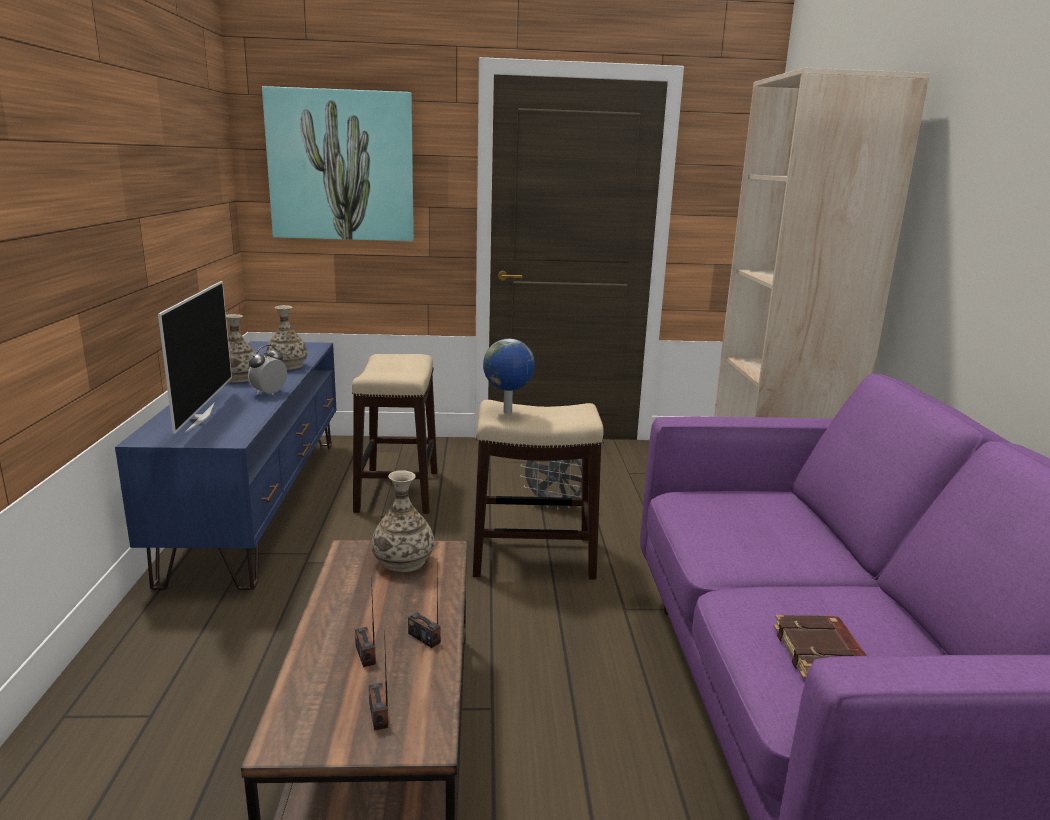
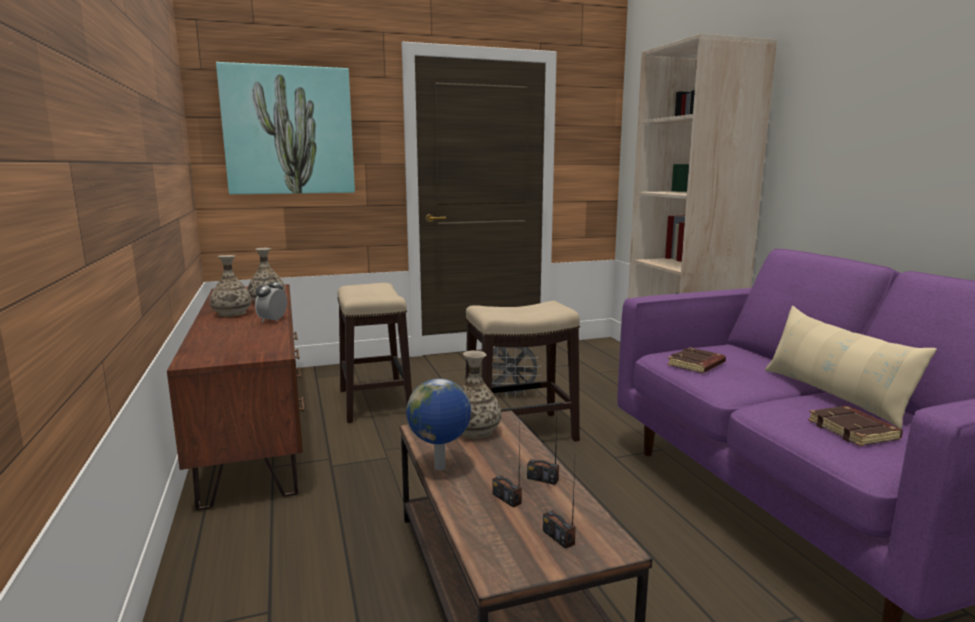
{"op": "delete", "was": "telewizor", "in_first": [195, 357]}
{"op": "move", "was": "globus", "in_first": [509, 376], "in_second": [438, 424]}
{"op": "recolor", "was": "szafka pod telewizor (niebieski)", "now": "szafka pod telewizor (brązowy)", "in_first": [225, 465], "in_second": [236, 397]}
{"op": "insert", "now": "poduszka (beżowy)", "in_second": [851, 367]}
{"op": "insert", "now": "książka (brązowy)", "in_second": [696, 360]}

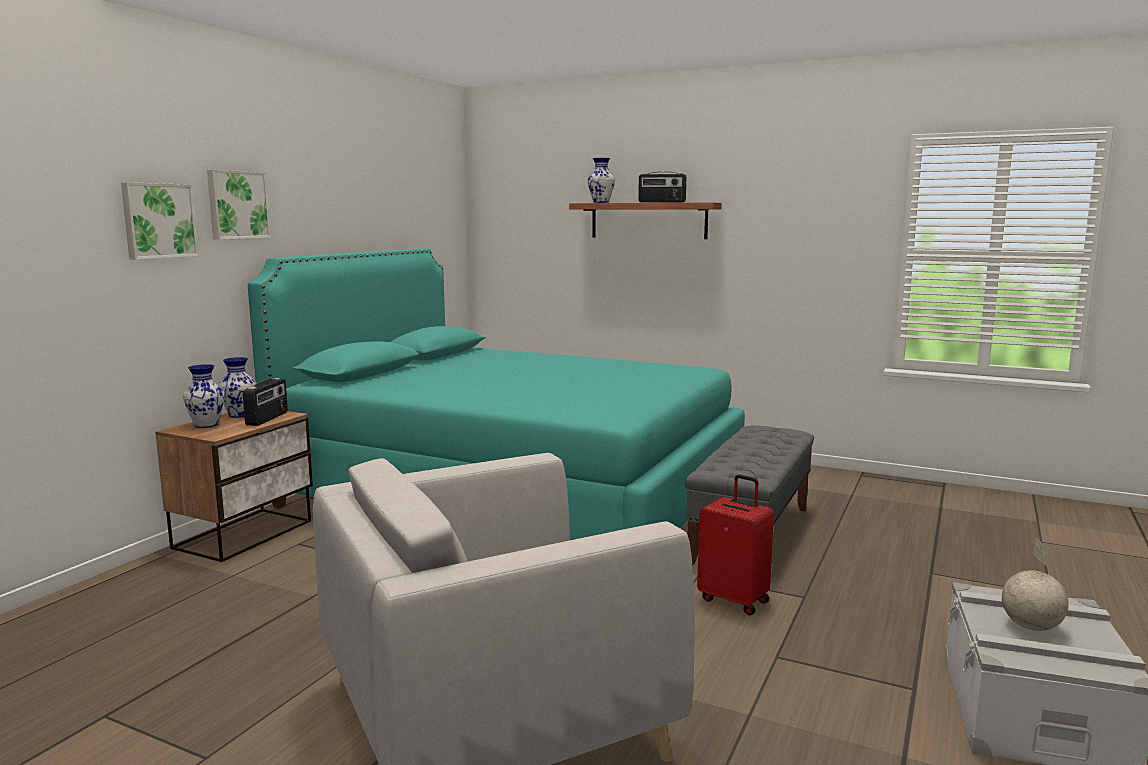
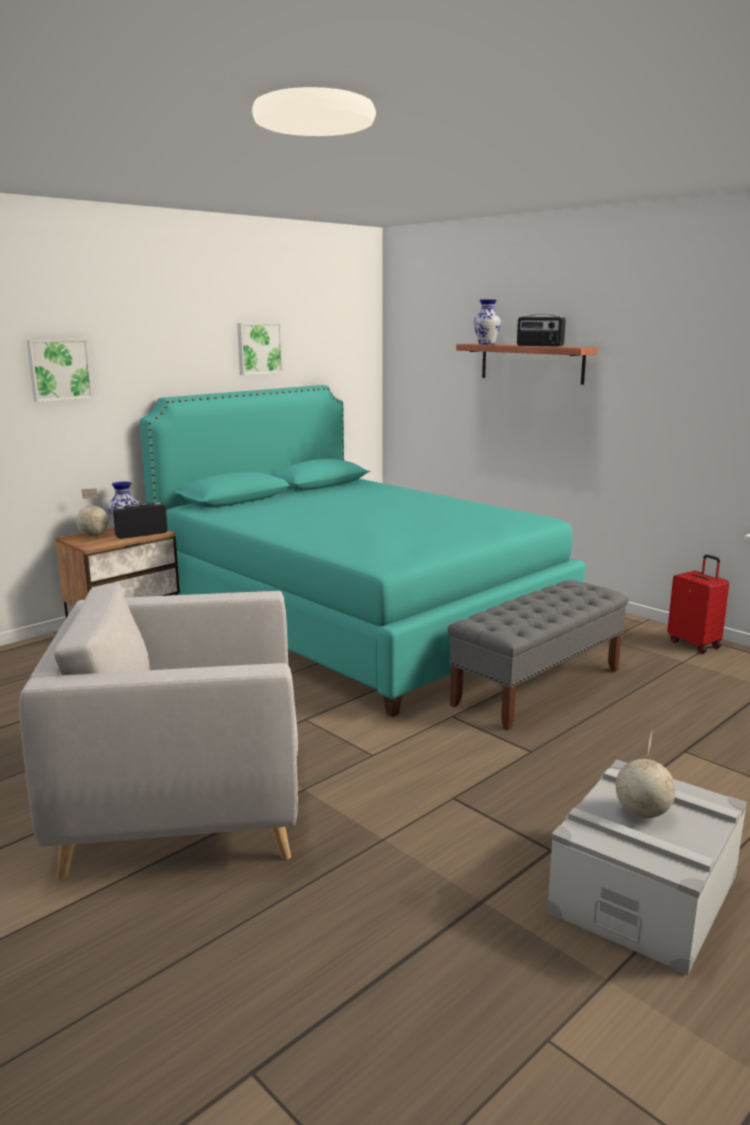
{"op": "move", "was": "obraz", "in_first": [239, 204], "in_second": [260, 349]}
{"op": "replace", "was": "wazon", "now": "globus", "in_first": [204, 396], "in_second": [92, 512]}
{"op": "rotate", "was": "radio", "in_first": [265, 402], "in_second": [140, 521], "clockwise": -150}
{"op": "move", "was": "walizka (czerwony)", "in_first": [735, 544], "in_second": [698, 604]}

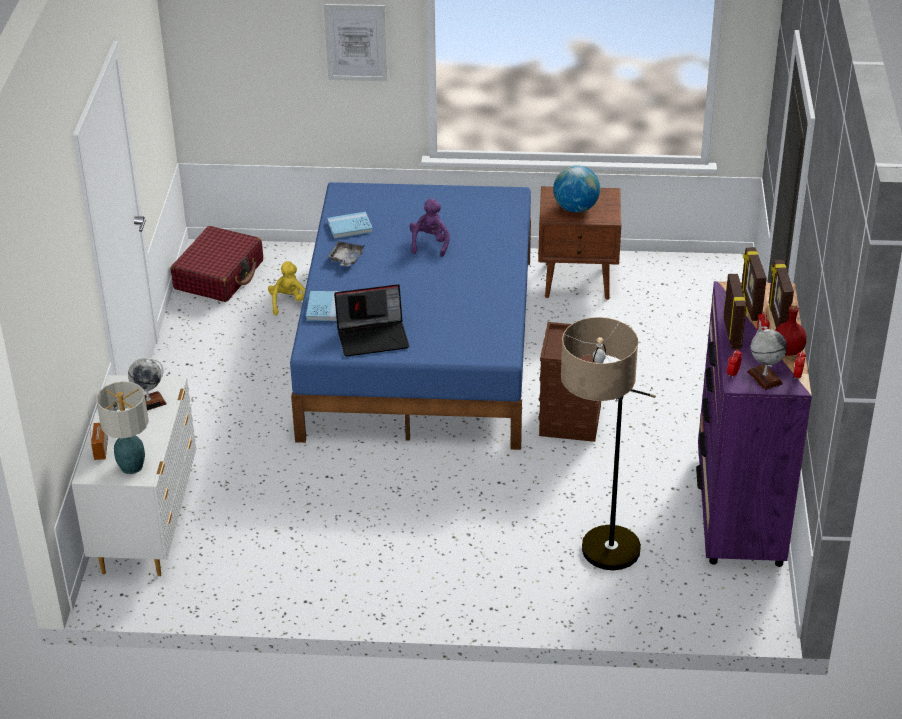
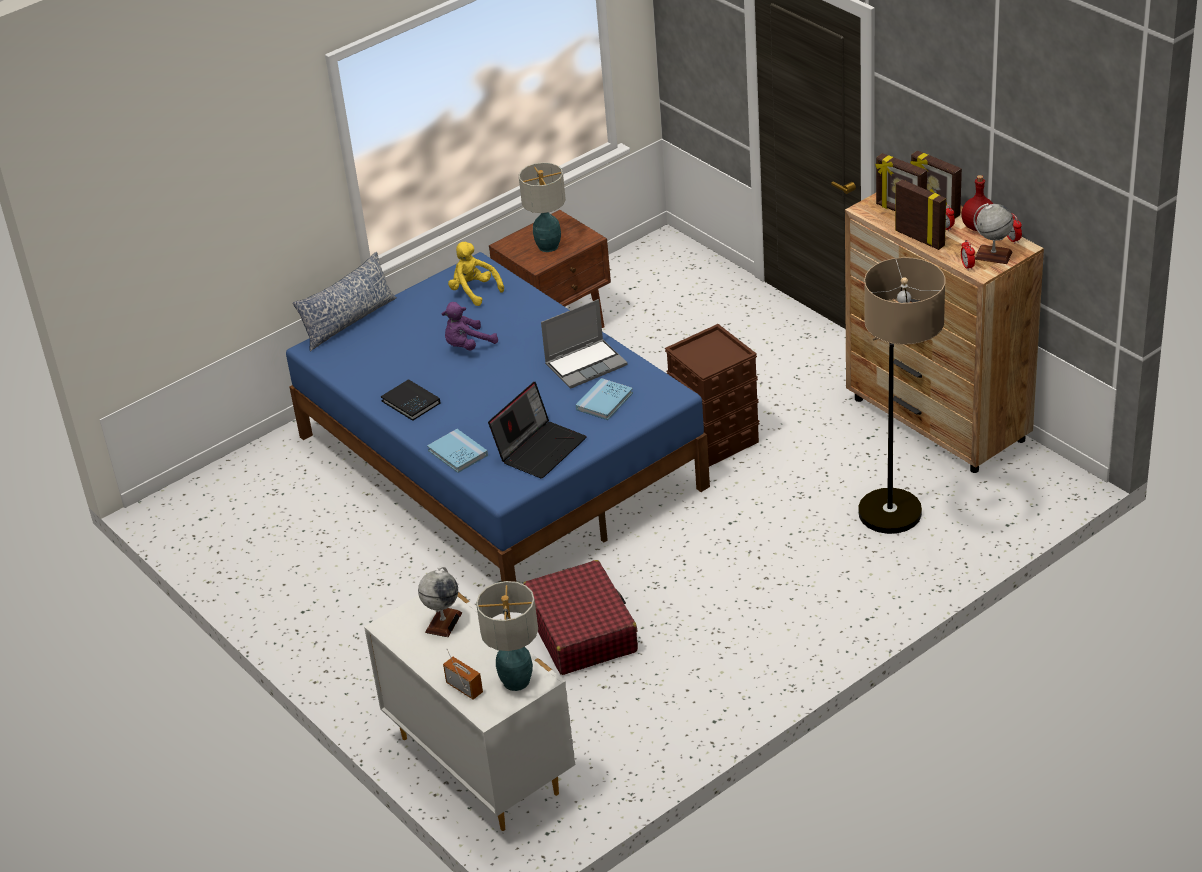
{"op": "delete", "was": "obraz", "in_first": [356, 42]}
{"op": "replace", "was": "globus", "now": "lampa stołowa", "in_first": [576, 189], "in_second": [542, 207]}
{"op": "rotate", "was": "pluszak (fioletowy)", "in_first": [430, 228], "in_second": [470, 326], "clockwise": -90}
{"op": "move", "was": "książka (niebieski)", "in_first": [350, 225], "in_second": [604, 399]}
{"op": "move", "was": "walizka (czerwony)", "in_first": [217, 264], "in_second": [580, 617]}
{"op": "replace", "was": "taca (szary)", "now": "książka (czarny)", "in_first": [346, 253], "in_second": [410, 400]}
{"op": "move", "was": "pluszak (żółty)", "in_first": [286, 288], "in_second": [476, 274]}
{"op": "recolor", "was": "komoda (fioletowy)", "now": "komoda (brązowy)", "in_first": [754, 424], "in_second": [944, 333]}
{"op": "insert", "now": "poduszka", "in_second": [345, 301]}
{"op": "insert", "now": "laptop", "in_second": [584, 343]}

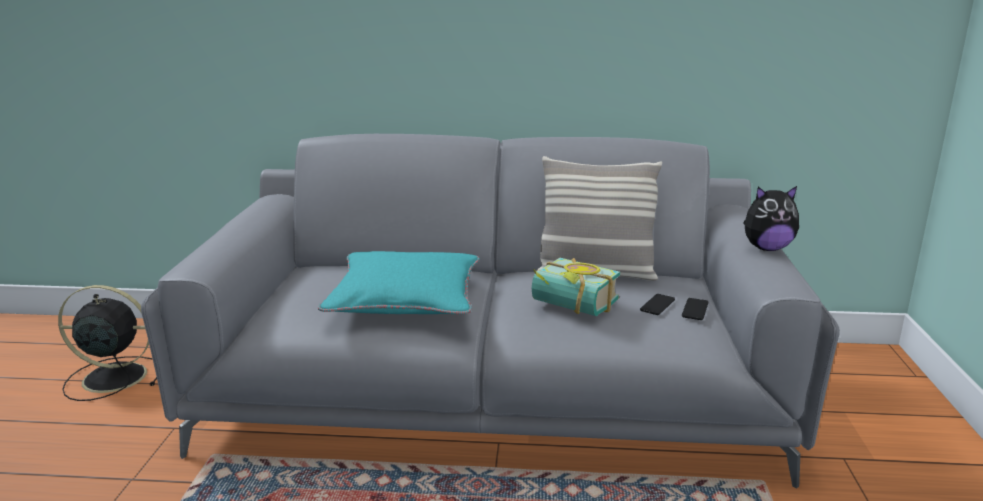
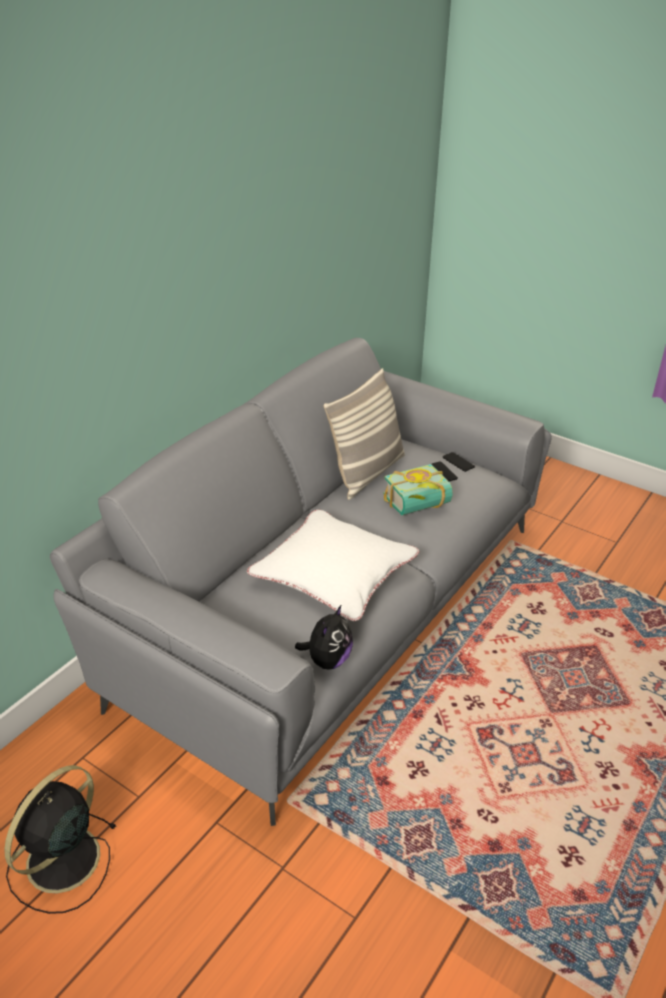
{"op": "move", "was": "pluszak", "in_first": [771, 218], "in_second": [324, 637]}
{"op": "recolor", "was": "poduszka (turkusowy)", "now": "poduszka (biały)", "in_first": [398, 282], "in_second": [333, 565]}

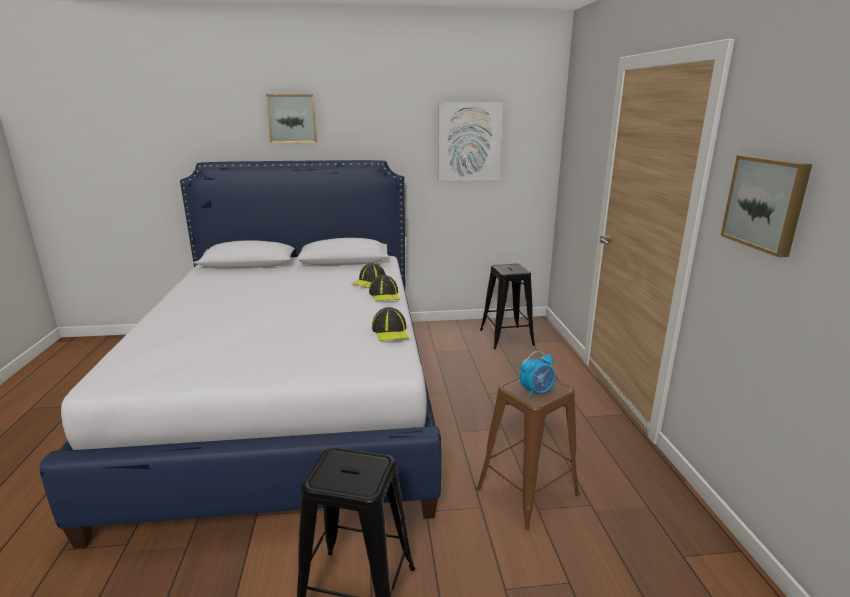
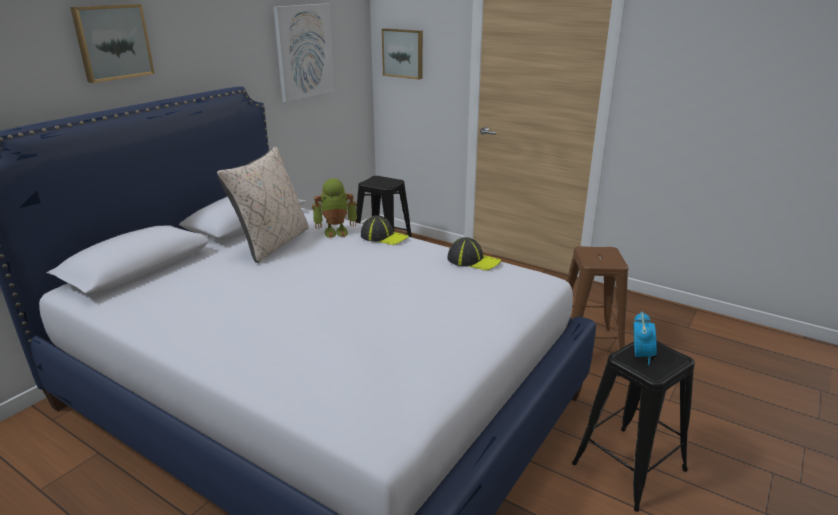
{"op": "move", "was": "obraz", "in_first": [766, 206], "in_second": [402, 54]}
{"op": "replace", "was": "czapka z daszkiem", "now": "robot zabawkowy", "in_first": [369, 275], "in_second": [334, 208]}
{"op": "move", "was": "budzik", "in_first": [537, 374], "in_second": [645, 338]}
{"op": "insert", "now": "poduszka (beżowy)", "in_second": [263, 205]}

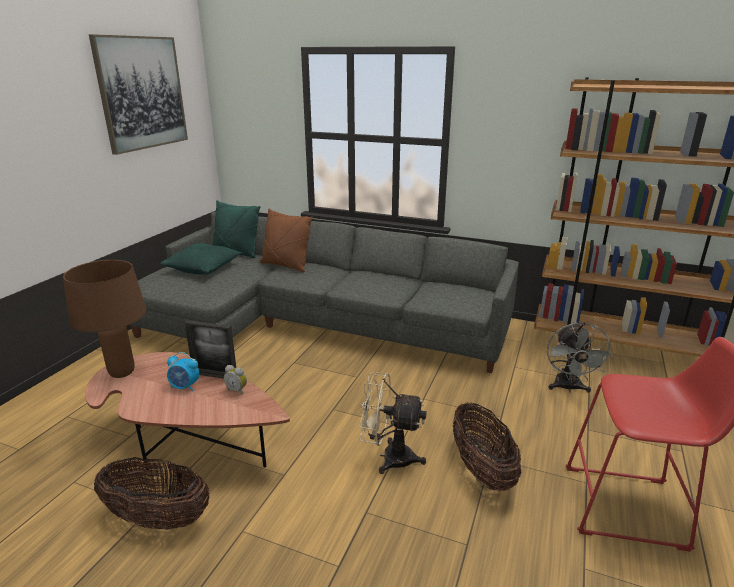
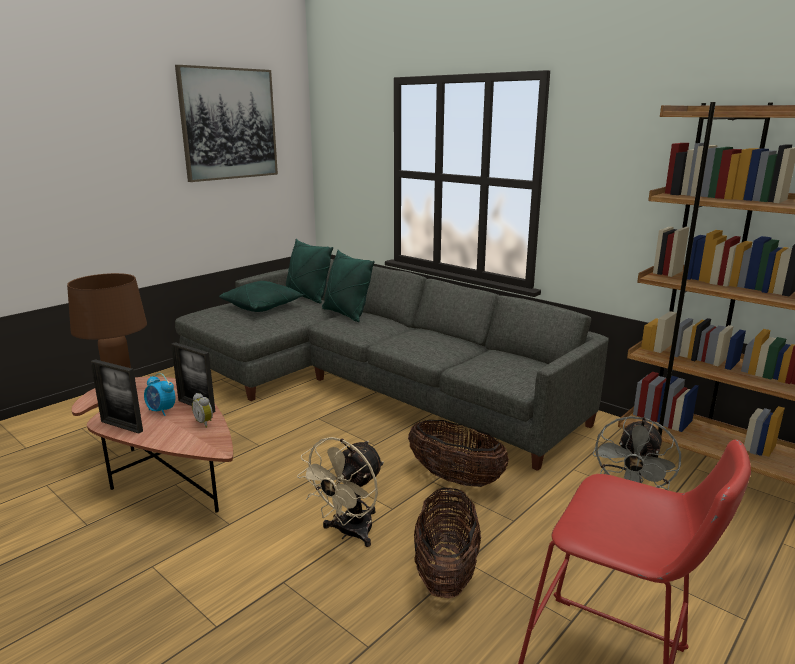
{"op": "recolor", "was": "poduszka (brązowy)", "now": "poduszka (zielony)", "in_first": [286, 240], "in_second": [348, 286]}
{"op": "rotate", "was": "wentylator (beżowy)", "in_first": [392, 423], "in_second": [340, 492], "clockwise": -90}
{"op": "move", "was": "koszyk", "in_first": [152, 493], "in_second": [458, 453]}
{"op": "insert", "now": "ramka na zdjęcie", "in_second": [116, 396]}

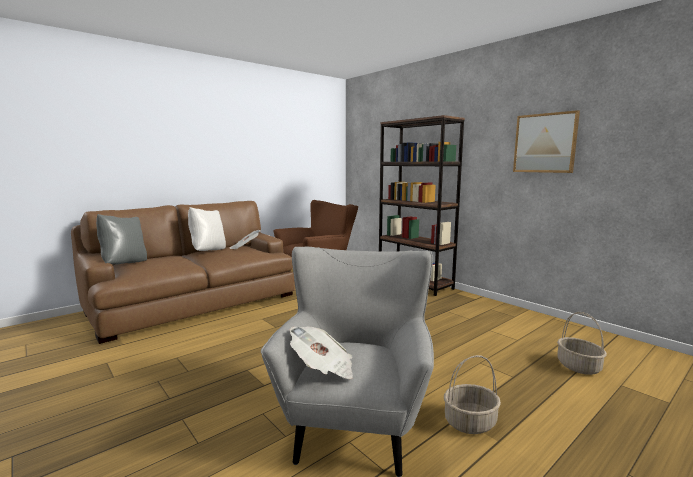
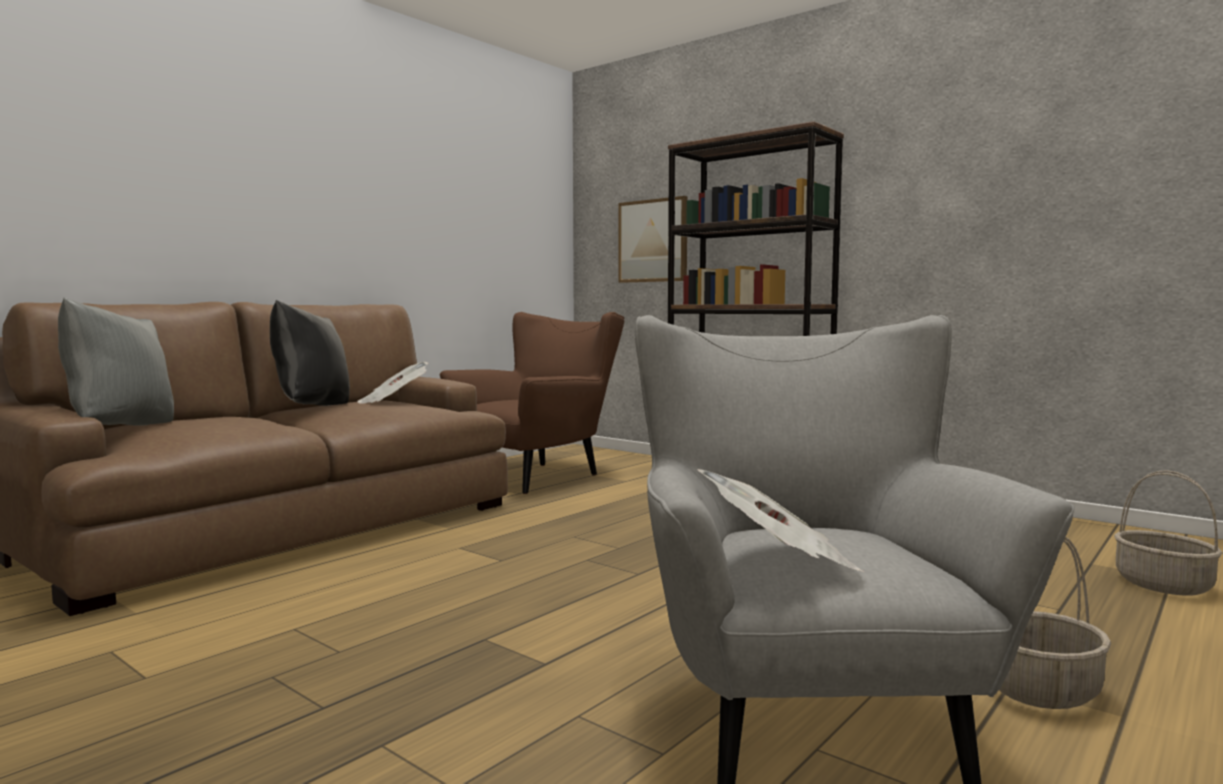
{"op": "move", "was": "obraz", "in_first": [546, 141], "in_second": [653, 239]}
{"op": "recolor", "was": "poduszka (biały)", "now": "poduszka (czarny)", "in_first": [207, 229], "in_second": [310, 353]}

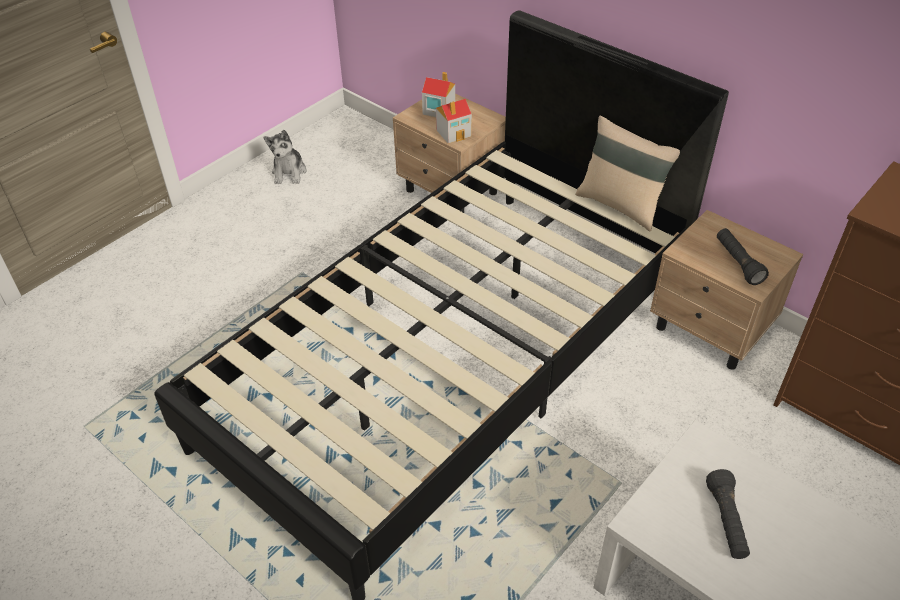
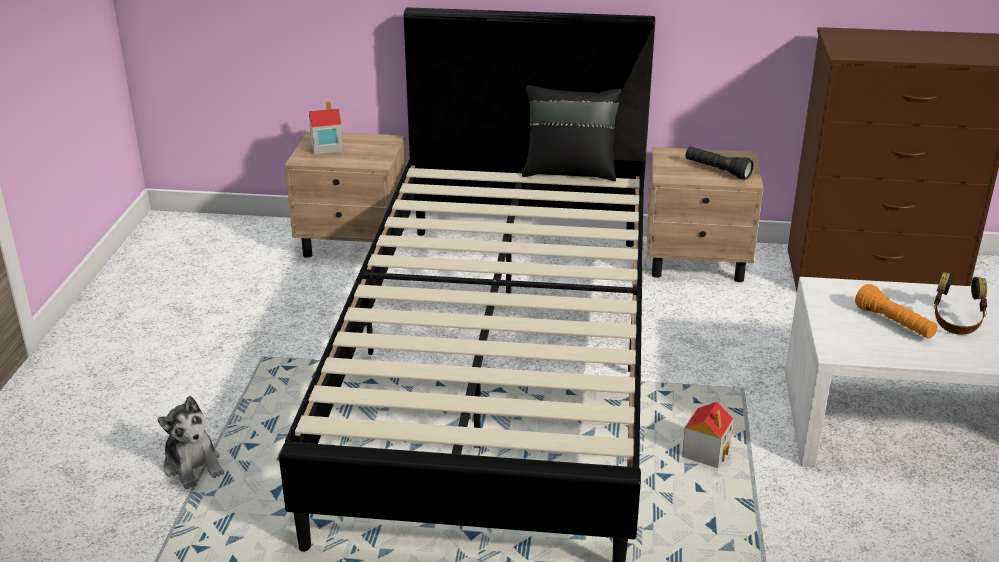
{"op": "move", "was": "domek", "in_first": [454, 121], "in_second": [708, 435]}
{"op": "recolor", "was": "poduszka (beżowy)", "now": "poduszka (czarny)", "in_first": [627, 173], "in_second": [572, 133]}
{"op": "move", "was": "pluszak", "in_first": [284, 157], "in_second": [191, 442]}
{"op": "recolor", "was": "latarka (czarny)", "now": "latarka (pomarańczowy)", "in_first": [728, 514], "in_second": [896, 311]}
{"op": "insert", "now": "słuchawki", "in_second": [960, 303]}

